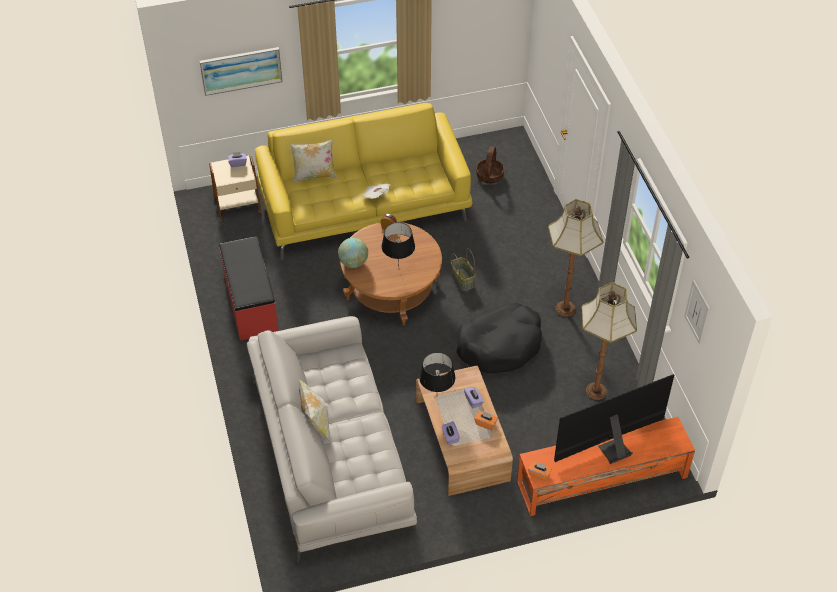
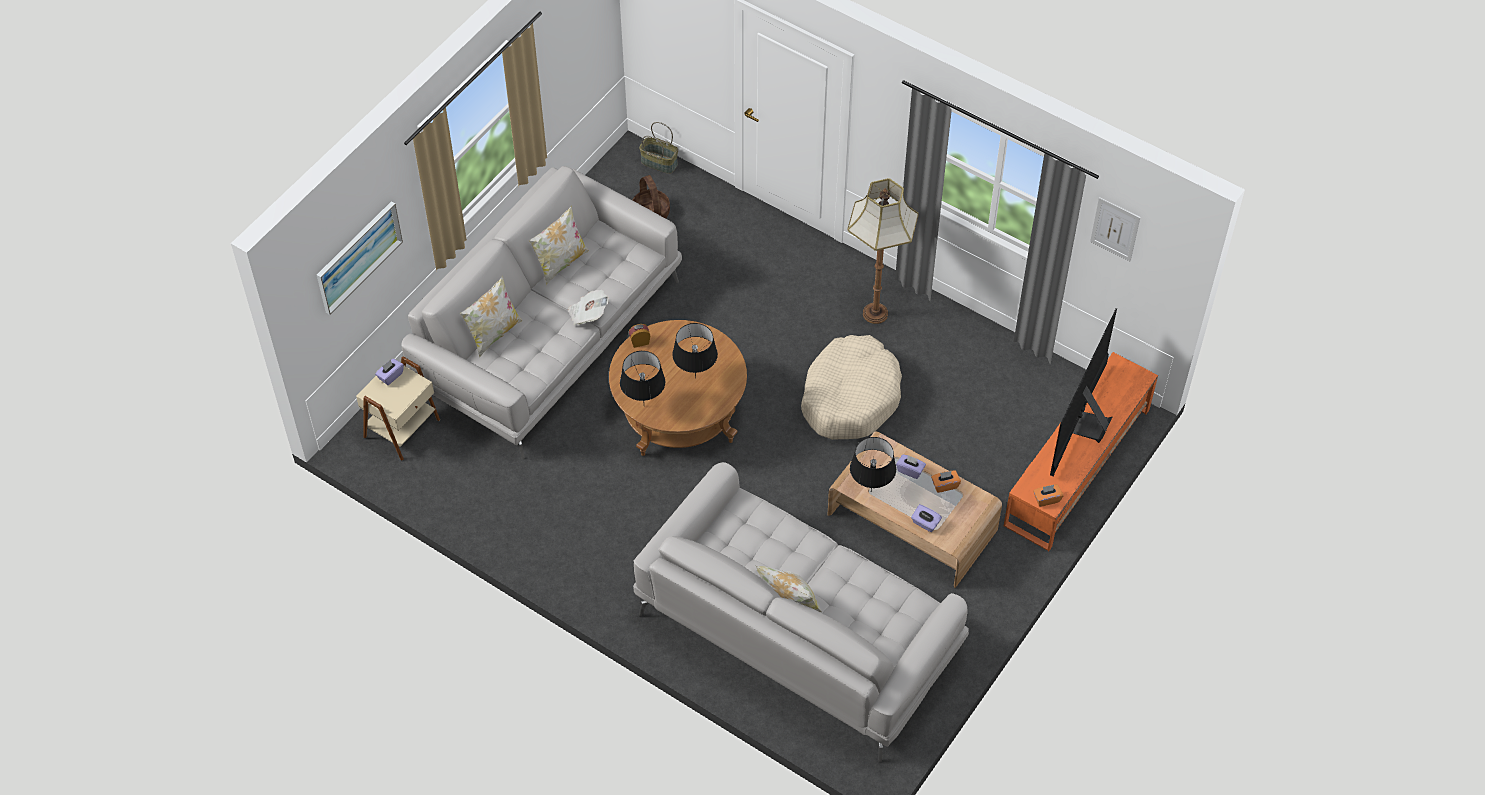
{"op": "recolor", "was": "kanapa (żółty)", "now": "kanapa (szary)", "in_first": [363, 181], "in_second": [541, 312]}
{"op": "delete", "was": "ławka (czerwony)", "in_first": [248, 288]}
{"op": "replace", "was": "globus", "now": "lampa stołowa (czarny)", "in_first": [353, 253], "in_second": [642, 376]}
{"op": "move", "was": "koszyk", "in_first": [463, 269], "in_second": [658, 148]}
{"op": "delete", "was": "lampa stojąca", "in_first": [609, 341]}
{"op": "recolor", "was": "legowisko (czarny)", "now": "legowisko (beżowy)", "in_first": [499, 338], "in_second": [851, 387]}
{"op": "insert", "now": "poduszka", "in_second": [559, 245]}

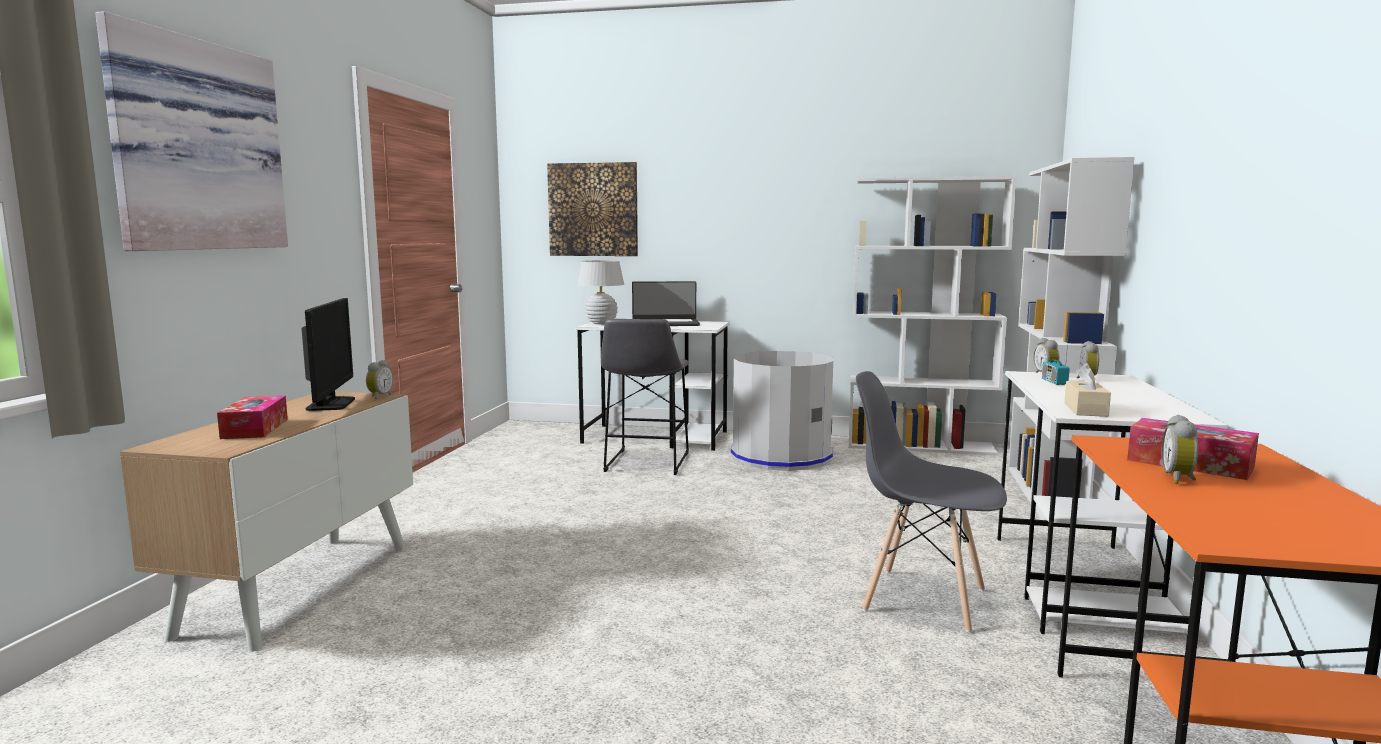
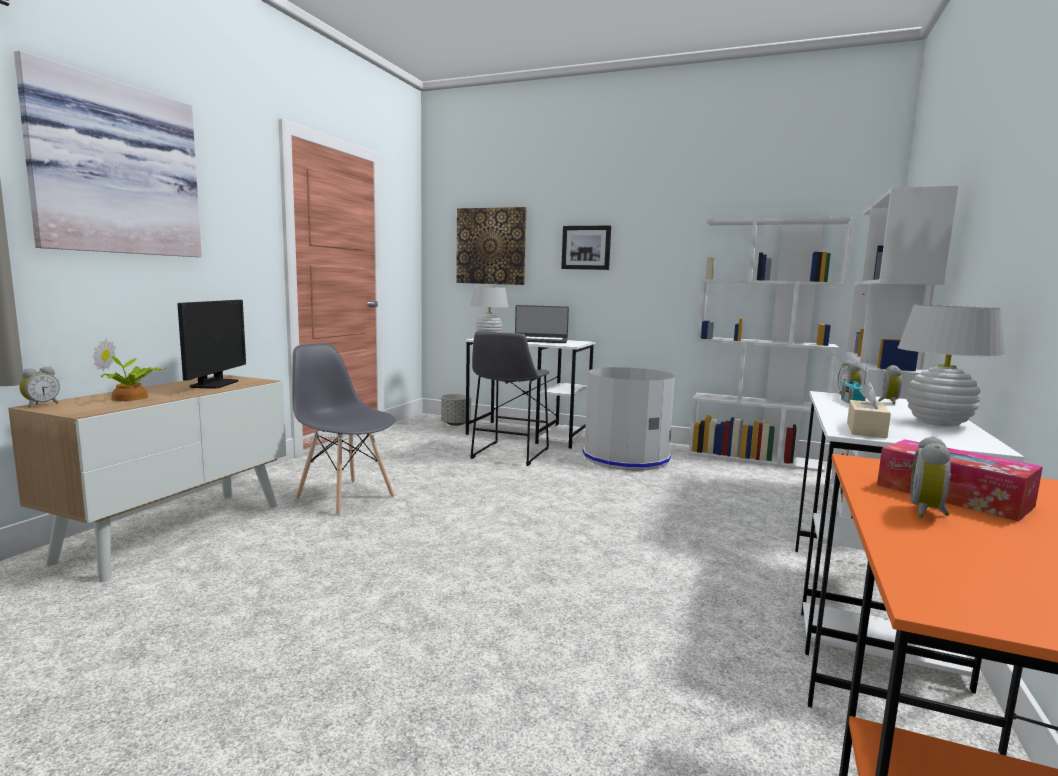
{"op": "move", "was": "budzik", "in_first": [379, 379], "in_second": [40, 387]}
{"op": "move", "was": "krzesło (szary)", "in_first": [931, 502], "in_second": [344, 429]}
{"op": "replace", "was": "pudełko chusteczek", "now": "roślina doniczkowa", "in_first": [252, 417], "in_second": [129, 370]}
{"op": "insert", "now": "obraz", "in_second": [586, 248]}
{"op": "insert", "now": "lampa stołowa (biały)", "in_second": [952, 366]}
{"op": "insert", "now": "donica (szary)", "in_second": [456, 410]}

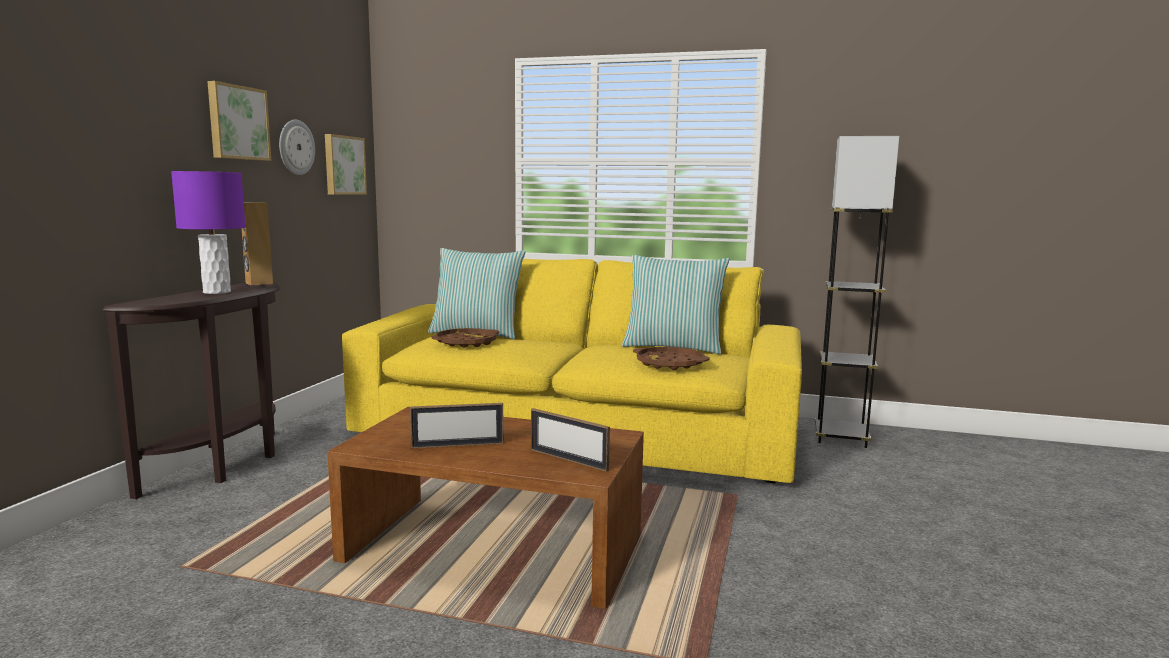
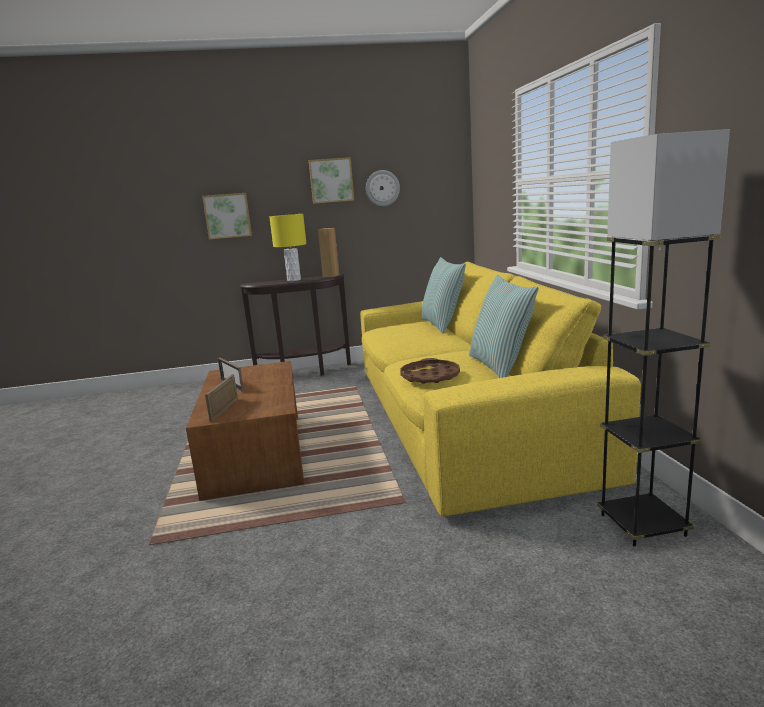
{"op": "move", "was": "obraz", "in_first": [346, 164], "in_second": [227, 216]}
{"op": "recolor", "was": "lampa stołowa (fioletowy)", "now": "lampa stołowa (żółty)", "in_first": [208, 232], "in_second": [288, 247]}
{"op": "delete", "was": "taca (brązowy)", "in_first": [465, 338]}

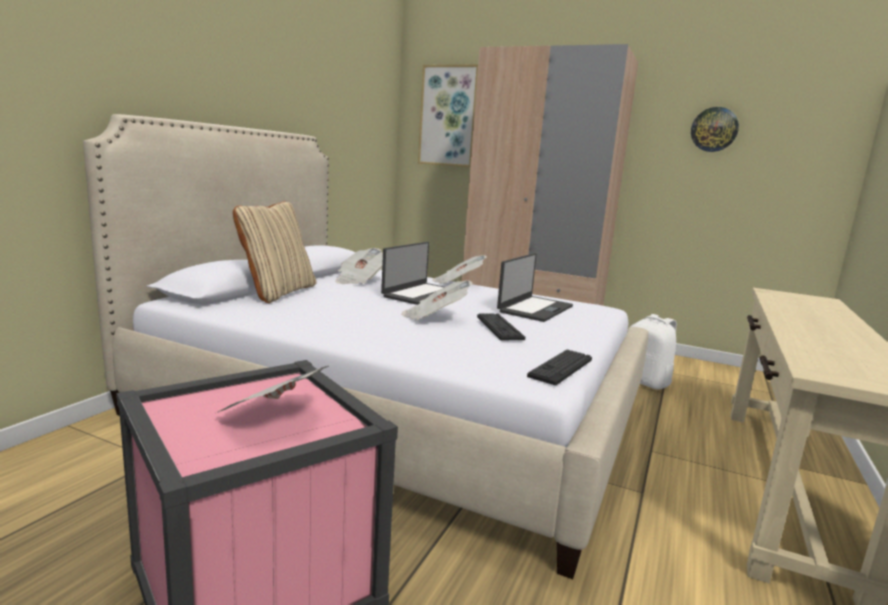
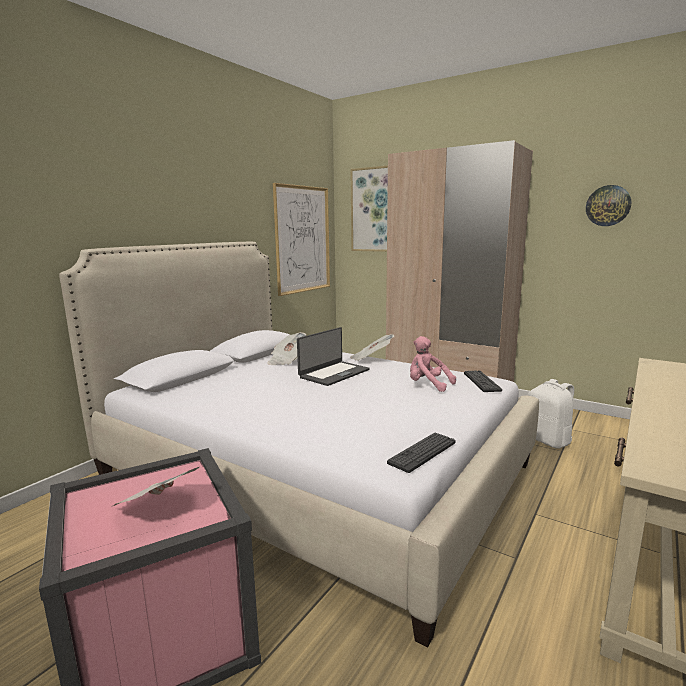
{"op": "delete", "was": "poduszka (beżowy)", "in_first": [275, 252]}
{"op": "replace", "was": "laptop", "now": "pluszak (różowy)", "in_first": [535, 287], "in_second": [433, 364]}
{"op": "delete", "was": "gazeta", "in_first": [437, 300]}
{"op": "move", "was": "klawiatura", "in_first": [501, 326], "in_second": [483, 381]}
{"op": "insert", "now": "obraz", "in_second": [301, 239]}

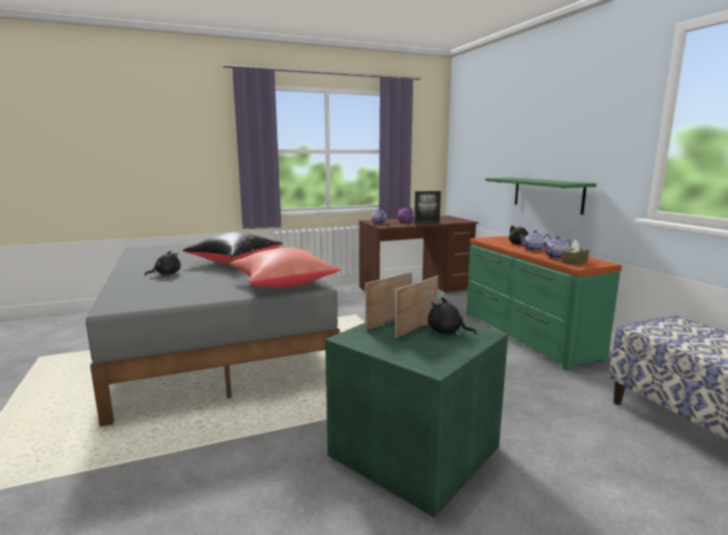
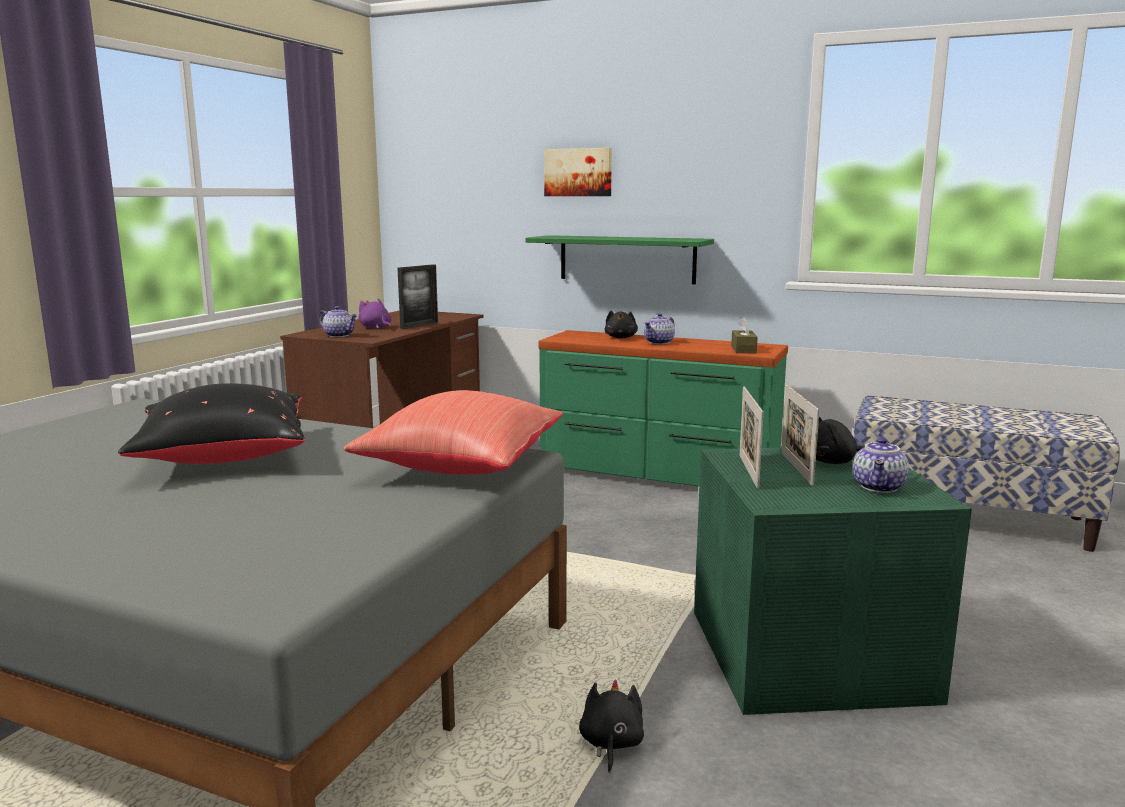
{"op": "move", "was": "imbryk", "in_first": [557, 247], "in_second": [881, 465]}
{"op": "move", "was": "pluszak (czarny)", "in_first": [163, 263], "in_second": [611, 726]}
{"op": "insert", "now": "obraz", "in_second": [578, 172]}

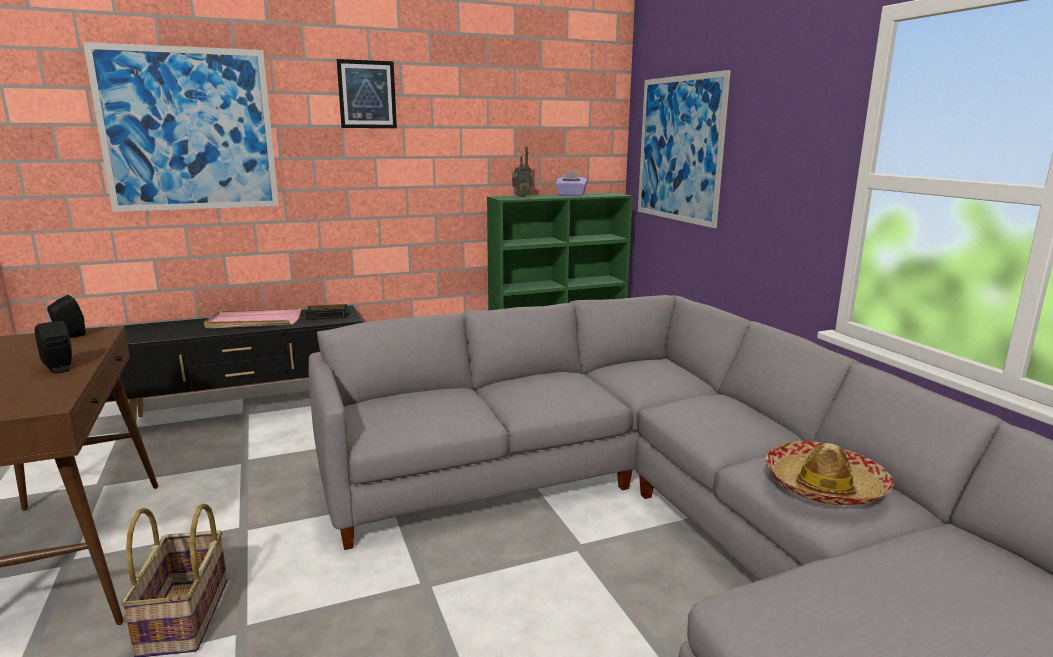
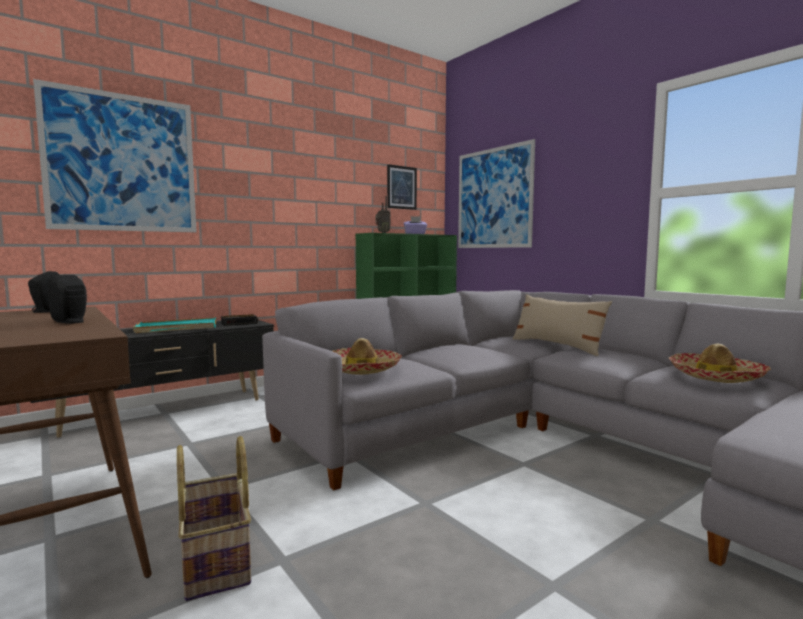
{"op": "move", "was": "obraz", "in_first": [367, 93], "in_second": [402, 187]}
{"op": "recolor", "was": "taca (różowy)", "now": "taca (turkusowy)", "in_first": [252, 318], "in_second": [174, 325]}
{"op": "insert", "now": "poduszka (beżowy)", "in_second": [562, 325]}
{"op": "insert", "now": "kapelusz", "in_second": [367, 356]}

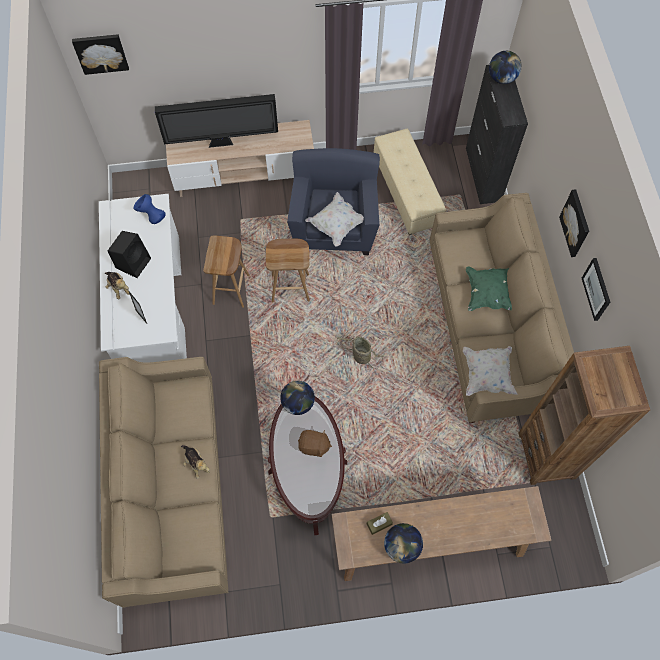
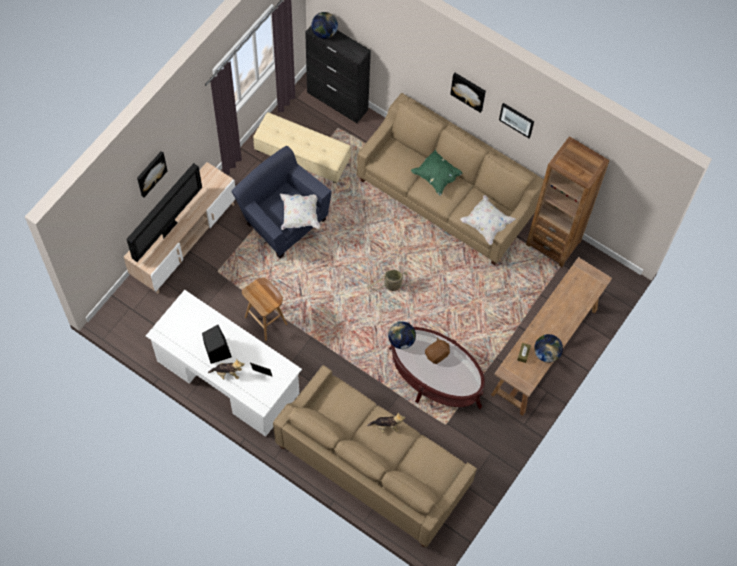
{"op": "move", "was": "obraz", "in_first": [100, 54], "in_second": [152, 174]}
{"op": "delete", "was": "wazon (niebieski)", "in_first": [149, 209]}
{"op": "delete", "was": "stołek (brązowy)", "in_first": [288, 270]}

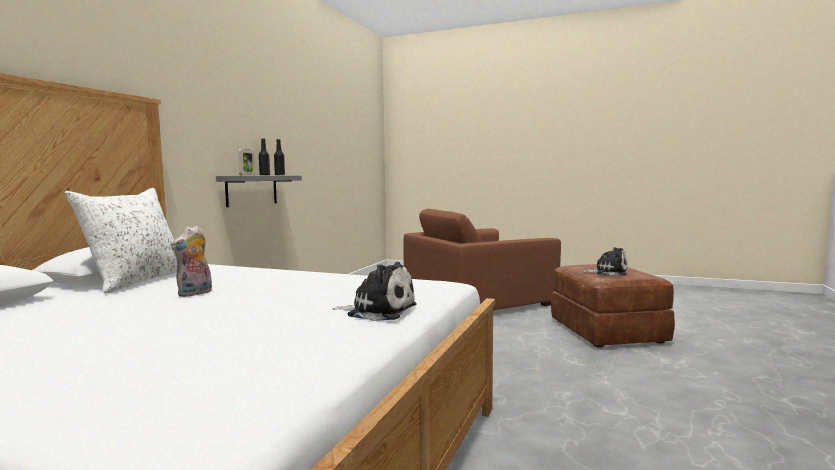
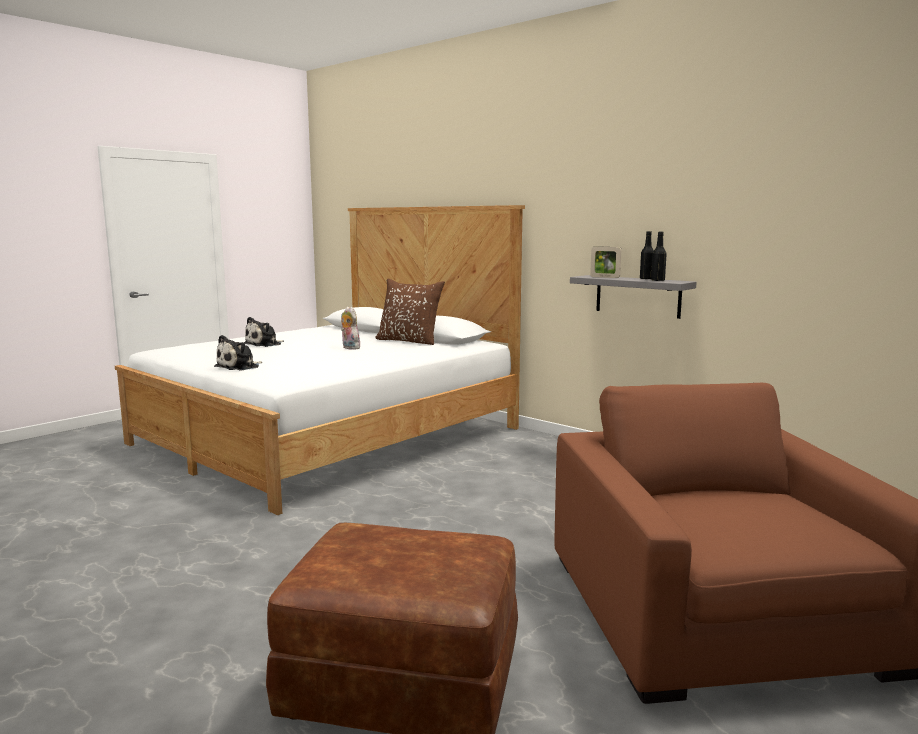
{"op": "recolor", "was": "poduszka (biały)", "now": "poduszka (brązowy)", "in_first": [121, 240], "in_second": [410, 311]}
{"op": "move", "was": "pluszak", "in_first": [605, 261], "in_second": [264, 332]}

